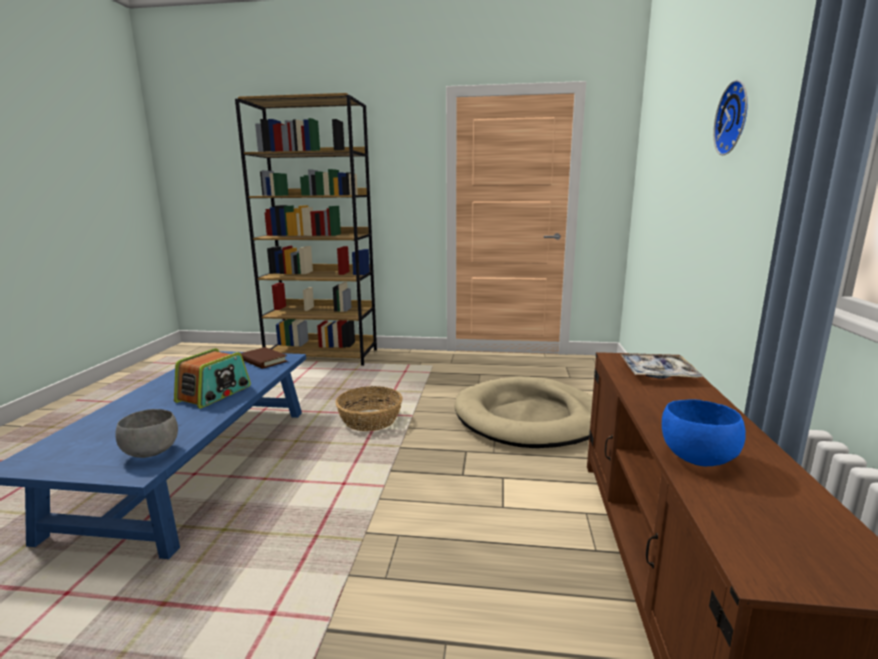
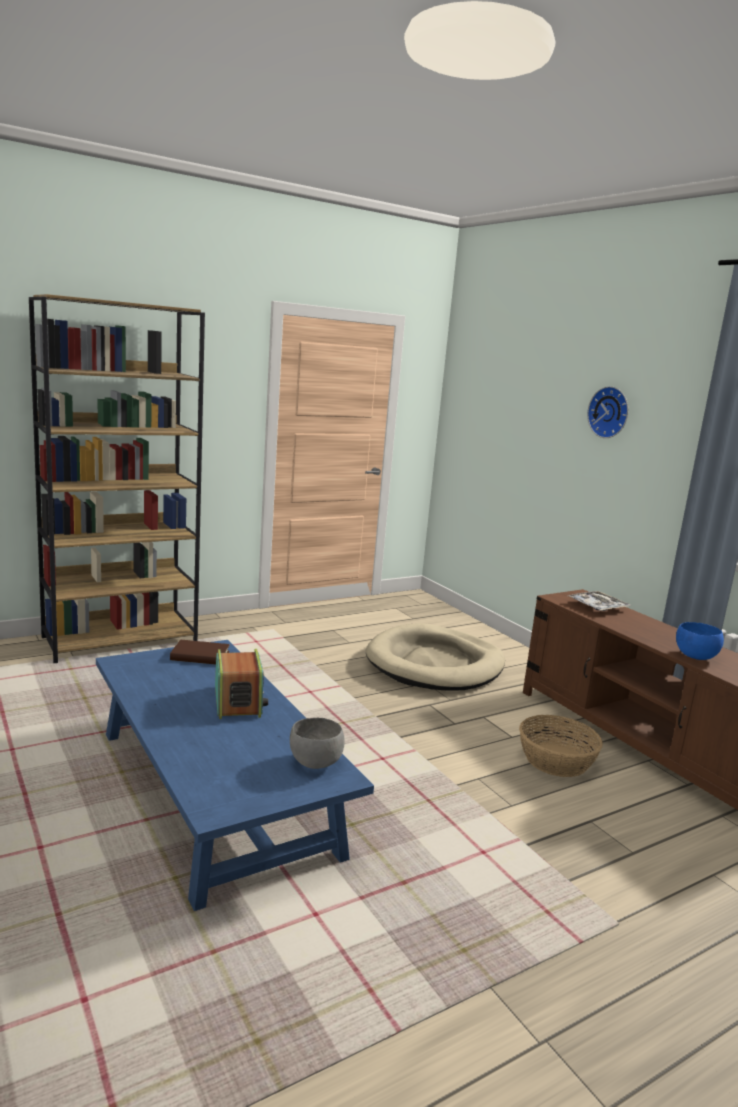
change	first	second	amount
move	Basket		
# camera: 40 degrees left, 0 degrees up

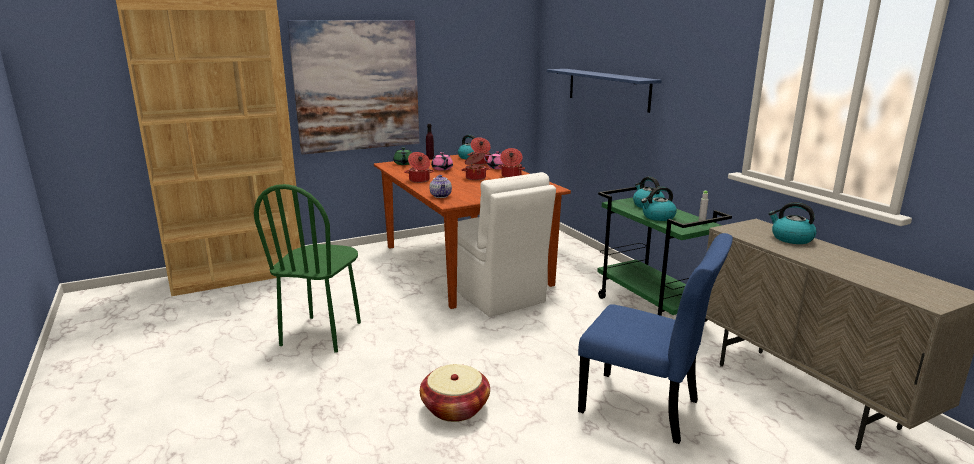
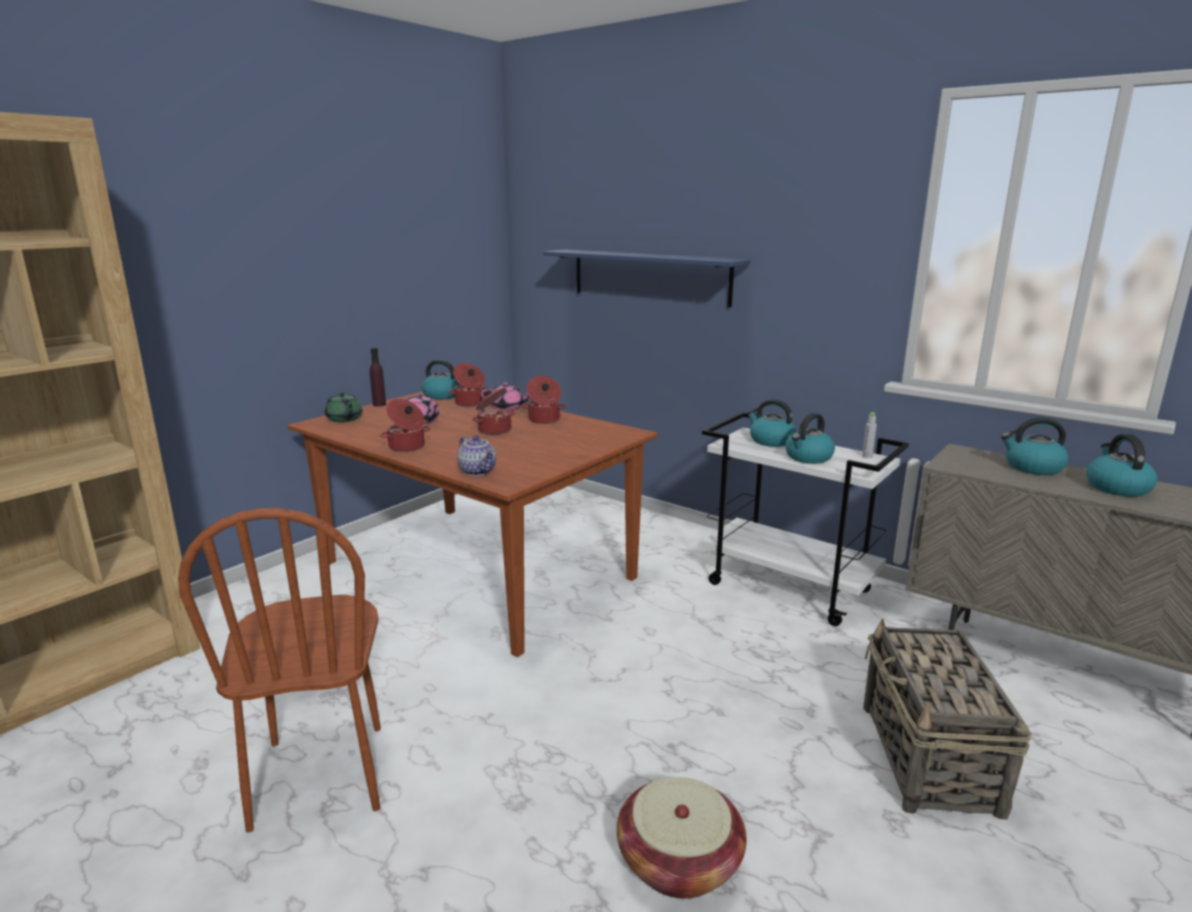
change	first	second	amount
delete	Picture		
delete	WhiteChair		
recolor	GreenChair	BrownChair	
recolor	GreenCart	WhiteCart	
replace	BlueChair	Basket (2nd from left)	
insert		Kettle (5th from left)	
# camera: 25 degrees left, 0 degrees up

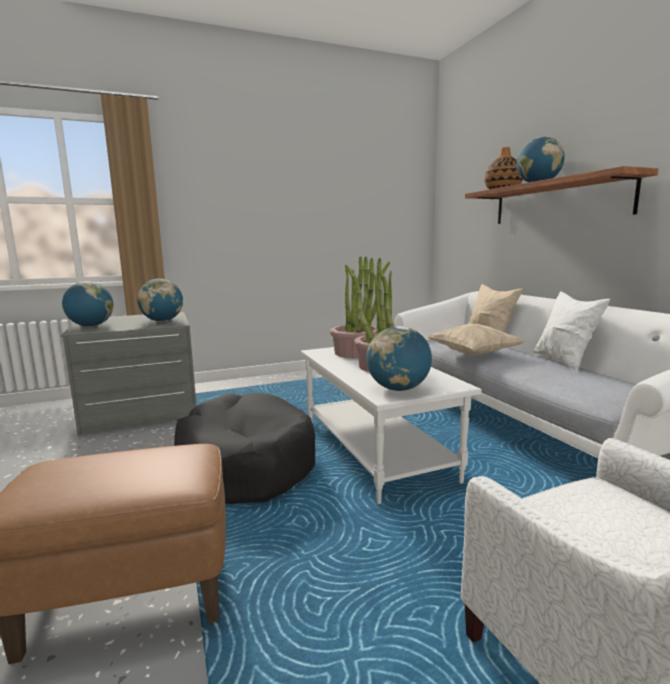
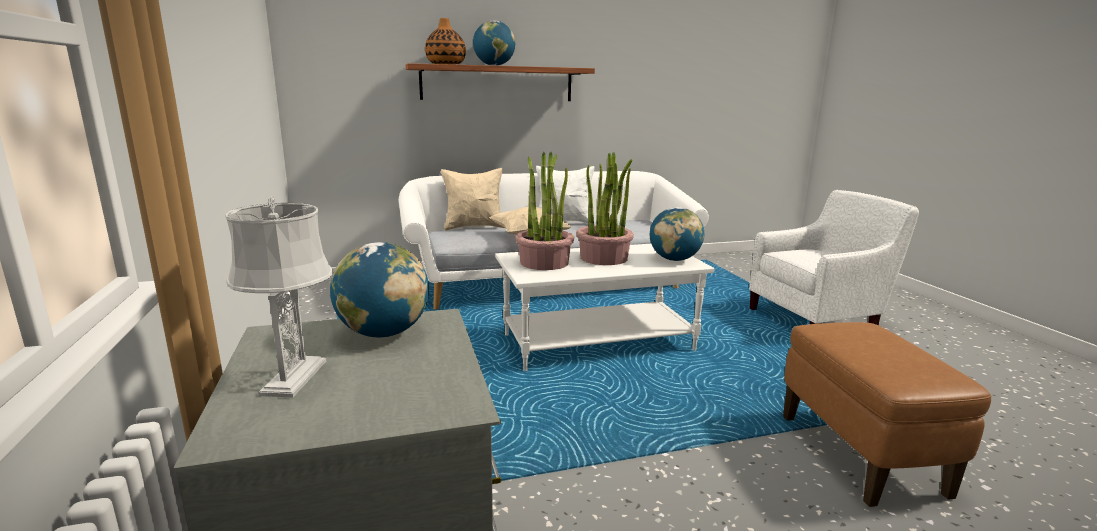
change	first	second	amount
delete	Globe (1st from left)		
delete	BlackDogBed		
insert		GreyTableLamp	
# camera: 85 degrees left, 5 degrees up

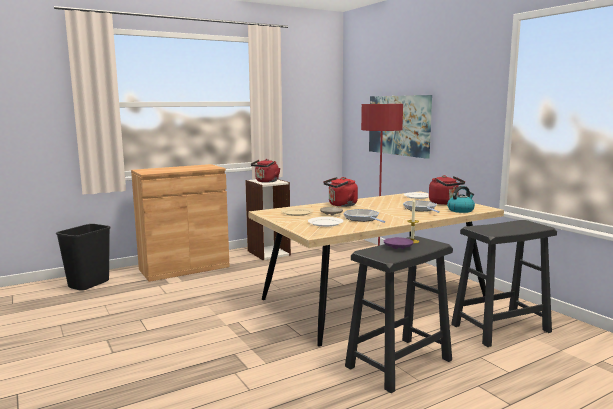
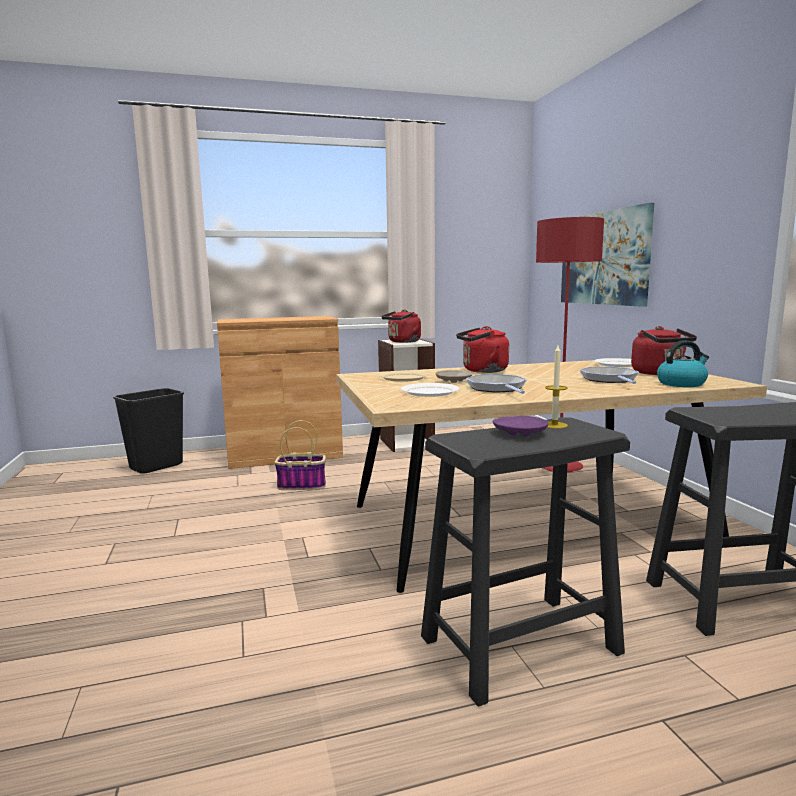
change	first	second	amount
insert		Basket	
# camera: 15 degrees right, 0 degrees up

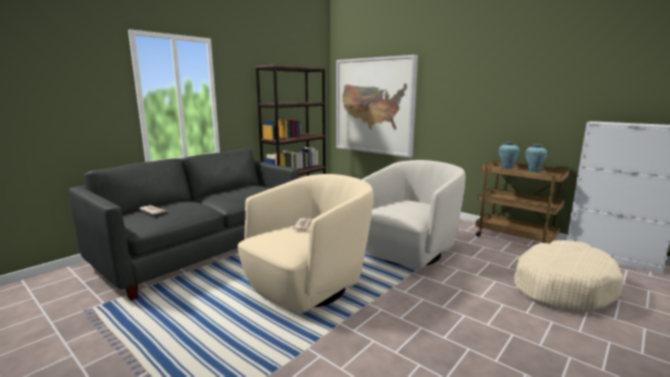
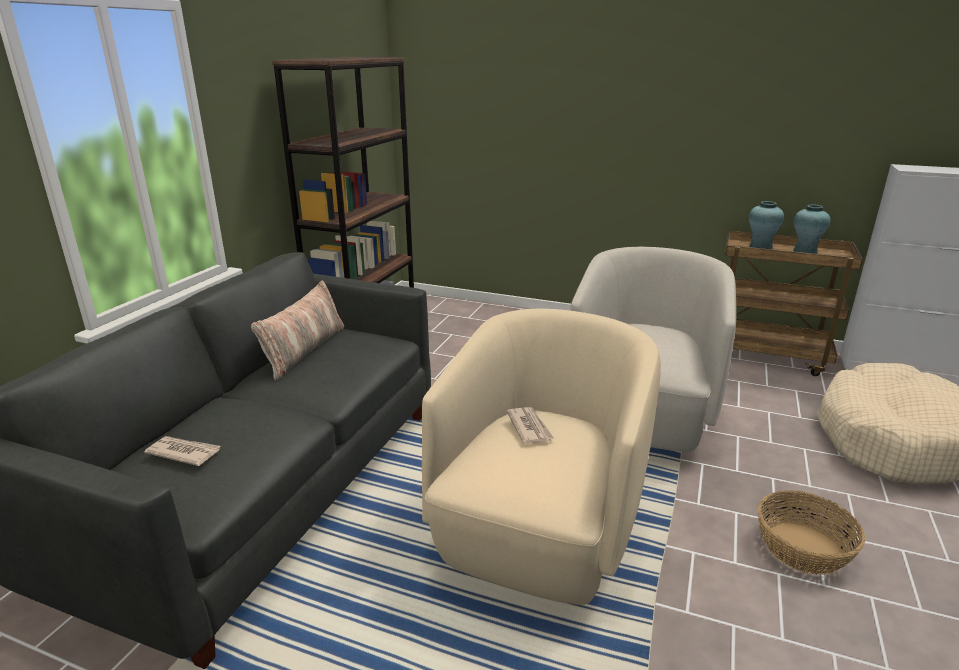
change	first	second	amount
delete	Picture		
insert		Pillow	
insert		Basket	
# camera: 20 degrees left, 10 degrees up

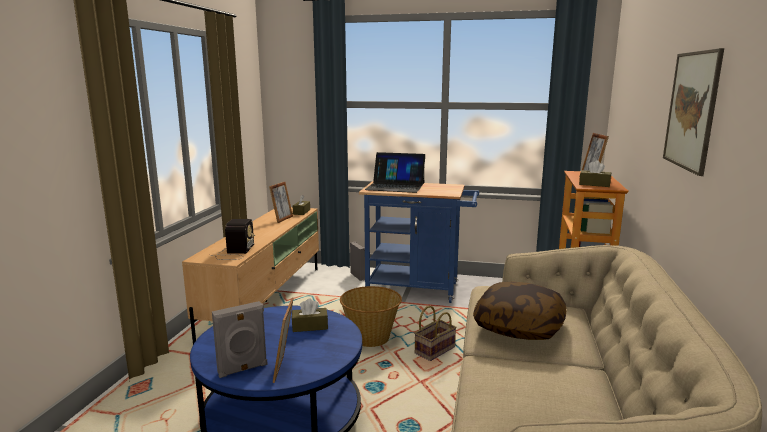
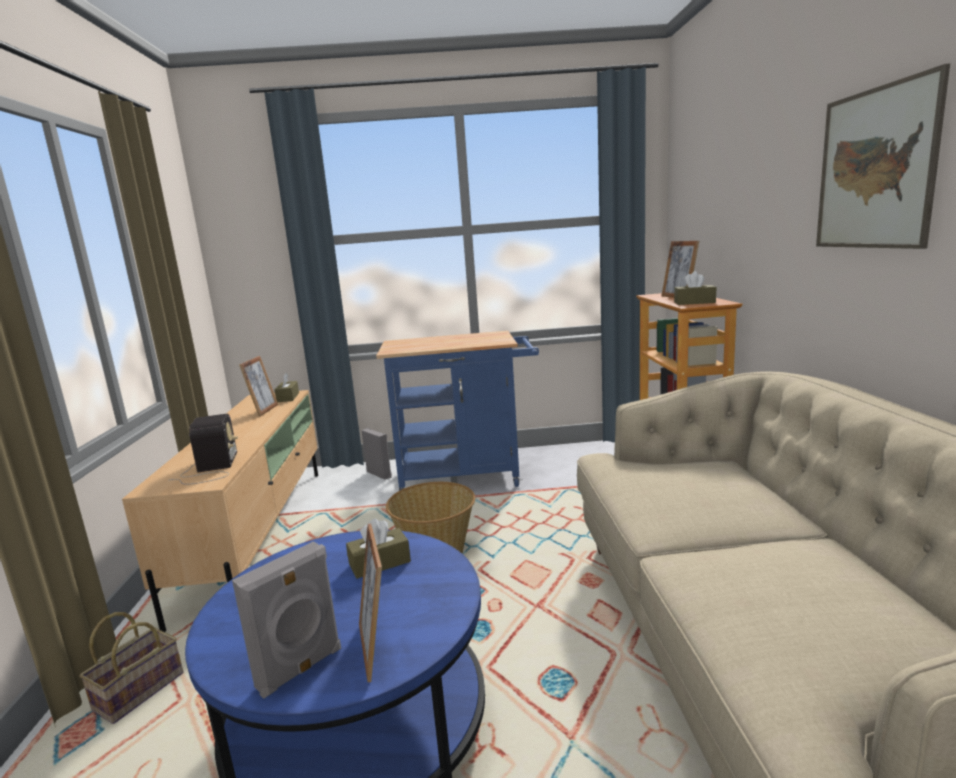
change	first	second	amount
delete	Laptop		
delete	Pillow		
move	Basket (2nd from left in the first image)	Basket (1st from left)	
# camera: 15 degrees left, 0 degrees up

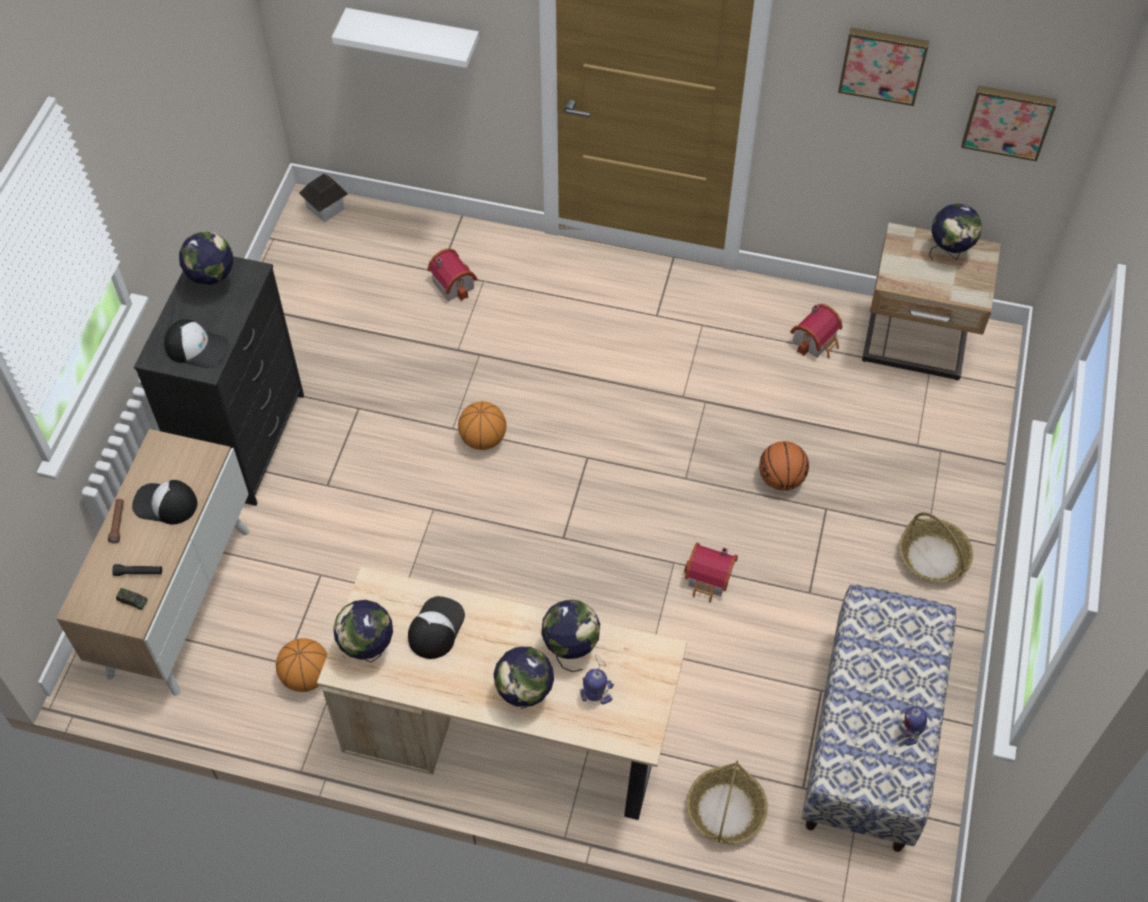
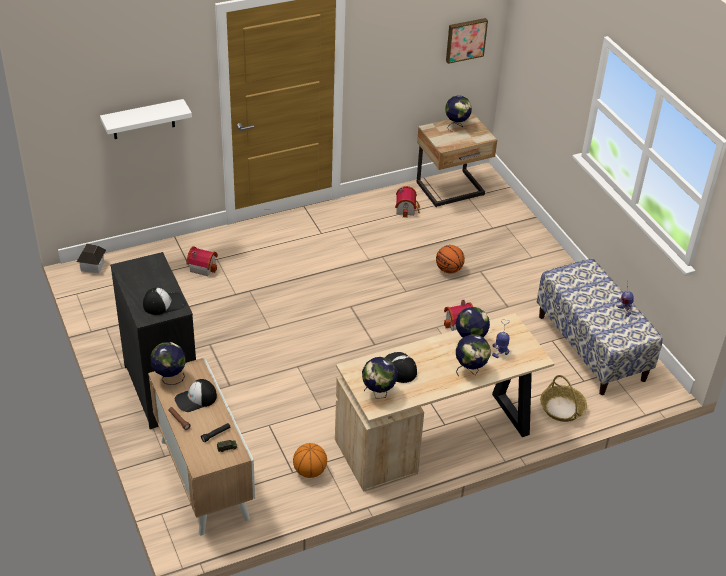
change	first	second	amount
delete	Picture (1st from left)		
move	Globe (1st from left)		
delete	Basketball (2nd from left)		
delete	Basket (2nd from left)		
# camera: 40 degrees left, 15 degrees down

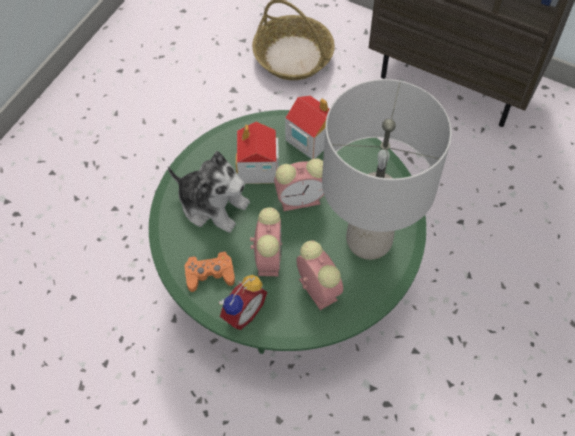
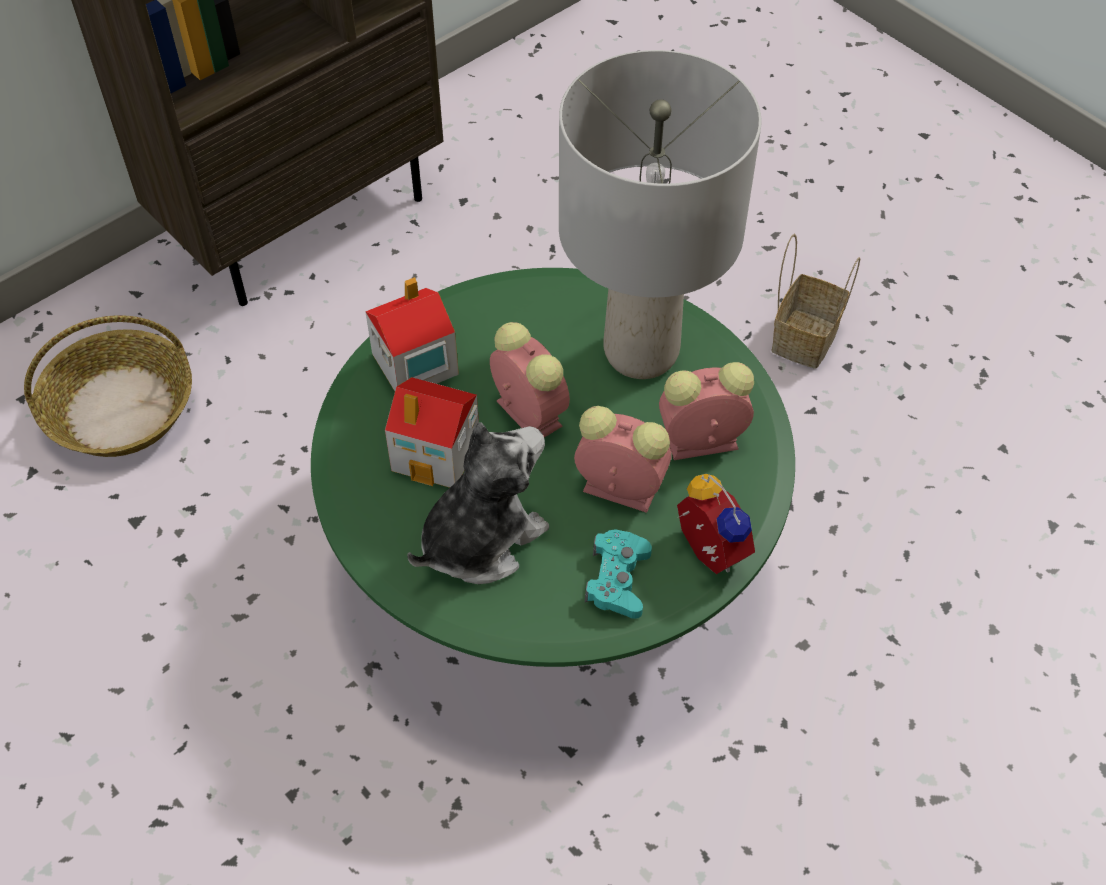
change	first	second	amount
rotate	AlarmClock (3rd from left in the first image)	AlarmClock (1st from left)	45 degrees counterclockwise
recolor	OrangeGameController	TurquoiseGameController	
insert		Basket (2nd from left)	
# camera: 70 degrees left, 5 degrees down

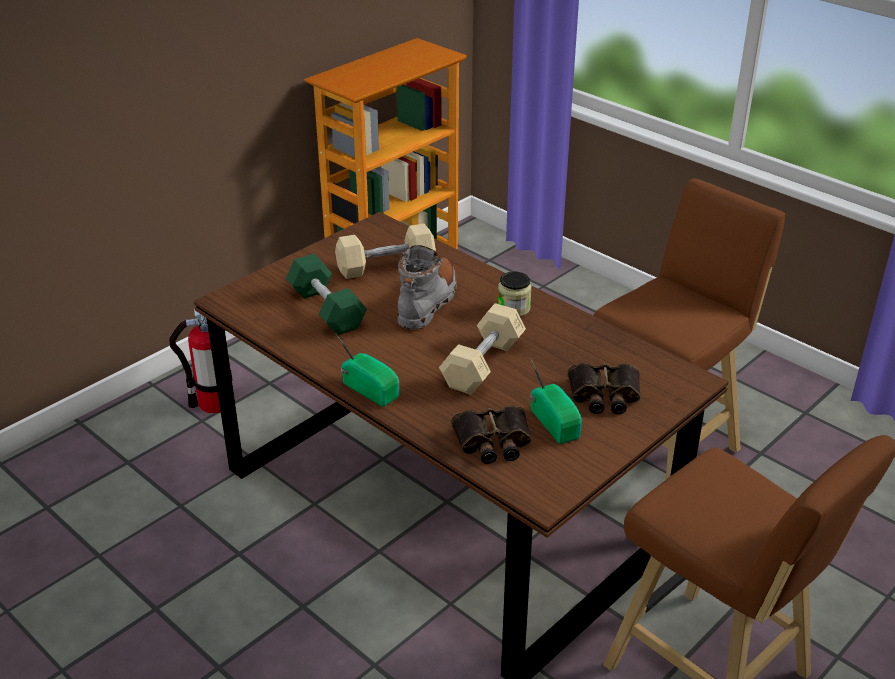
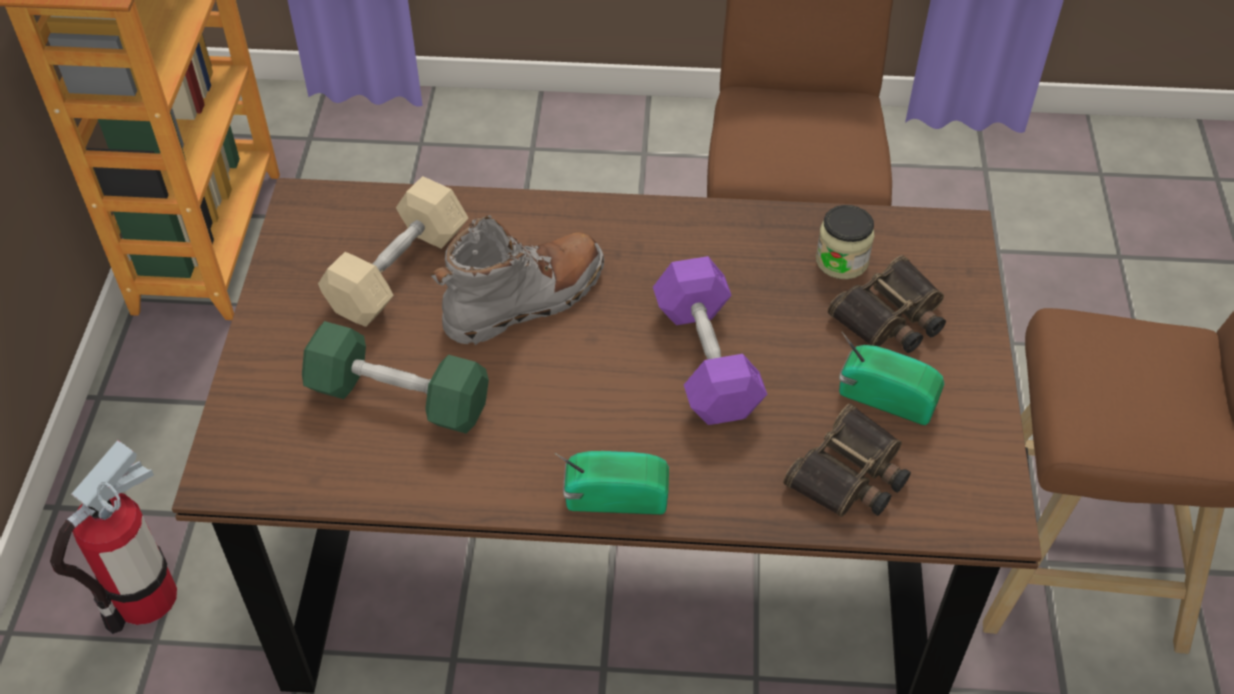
change	first	second	amount
rotate	GreyBoot		75 degrees clockwise
move	Jar		
recolor	BeigeDumbbell (2nd from left)	PurpleDumbbell	
# camera: 40 degrees left, 15 degrees up

